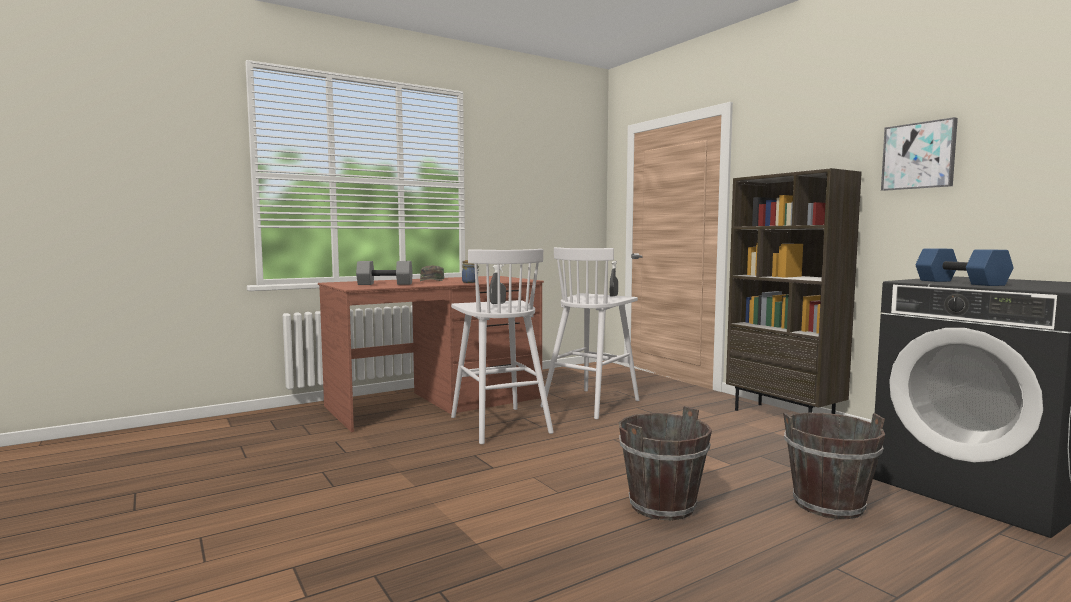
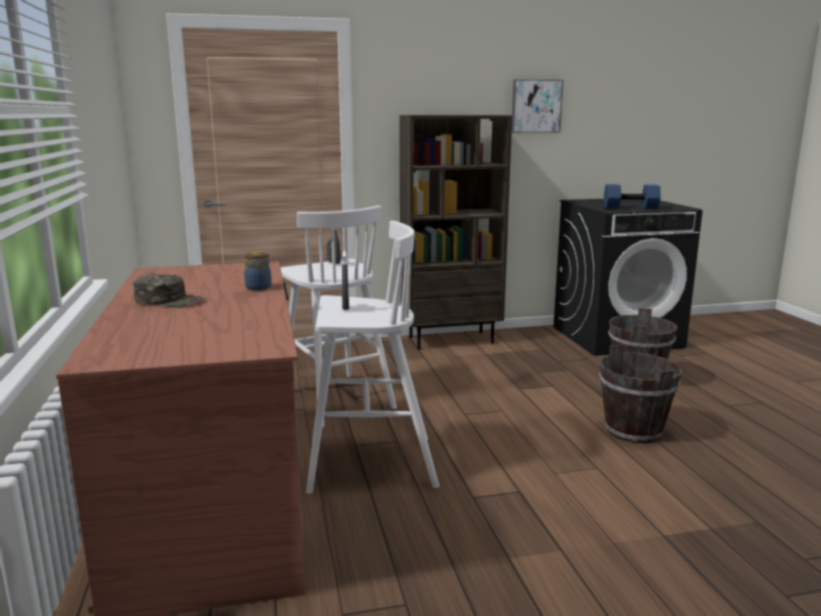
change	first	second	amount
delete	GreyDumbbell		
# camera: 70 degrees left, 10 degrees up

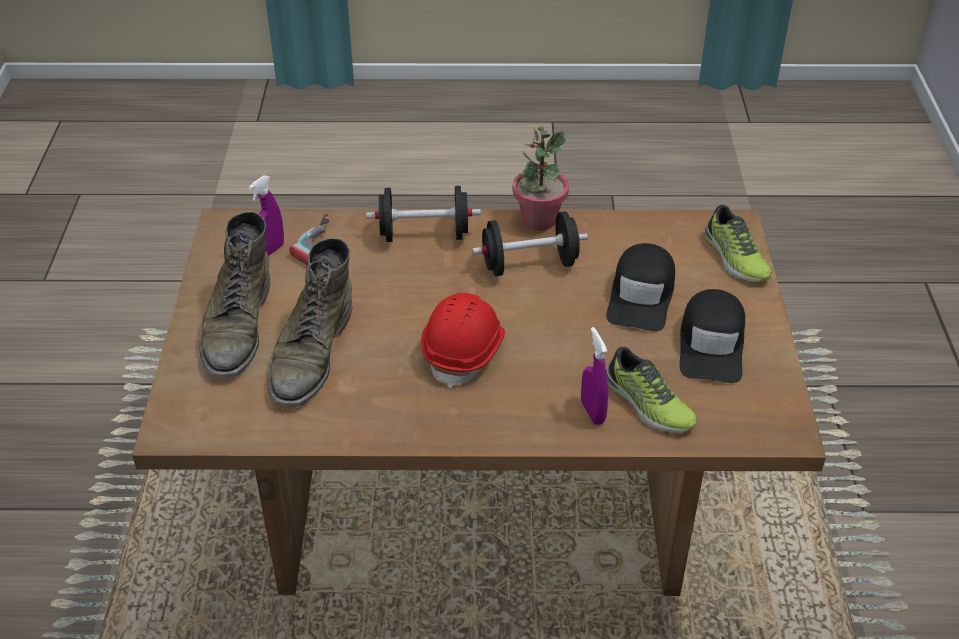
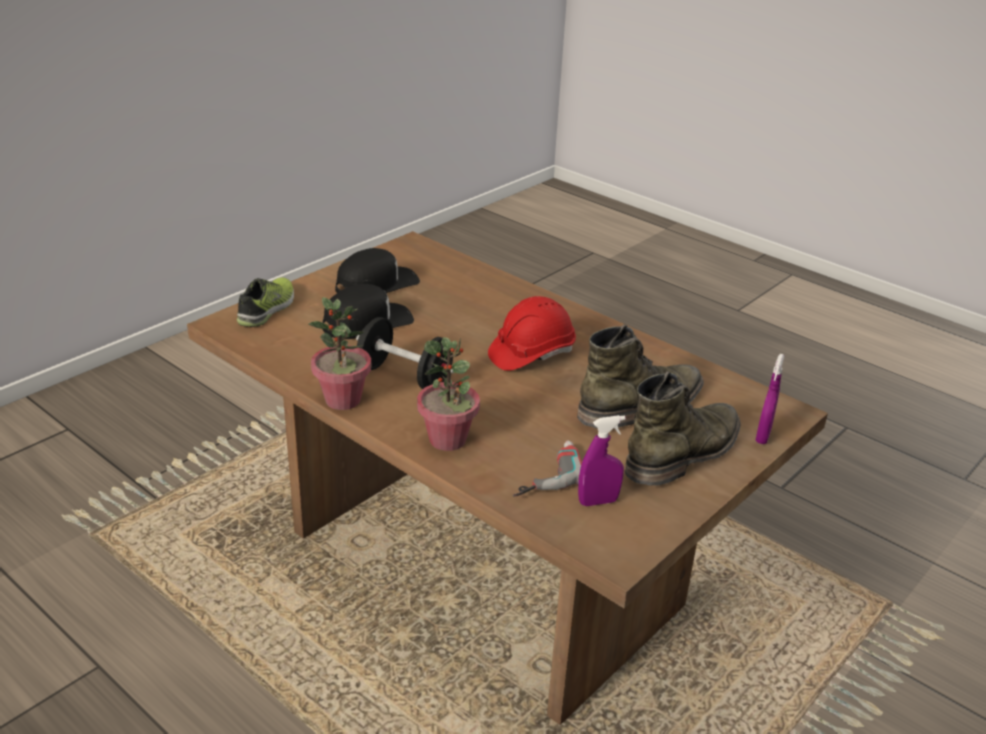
change	first	second	amount
replace	BlackDumbbell (1st from left)	PottedPlant (2nd from left)	
move	PurpleSprayBottle (2nd from left)		
delete	Shoe (1st from left)		
# camera: 140 degrees left, 10 degrees down

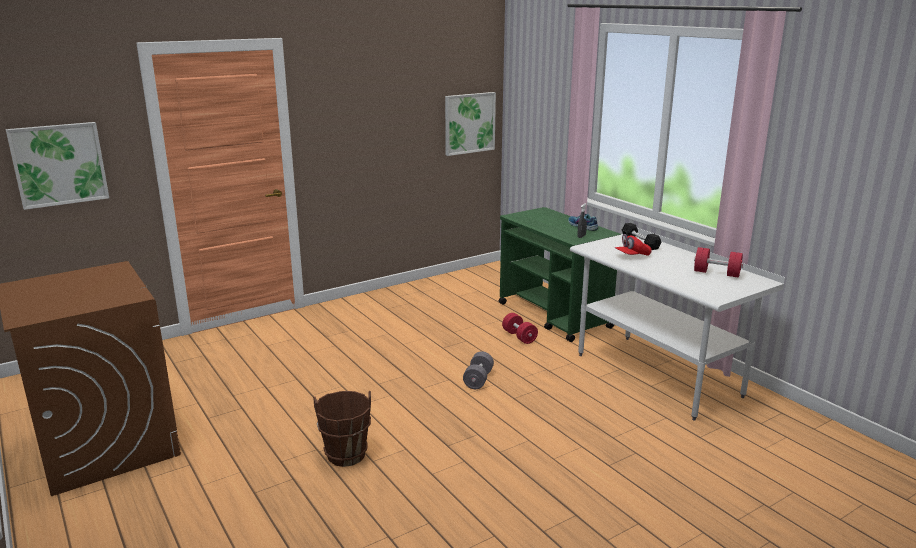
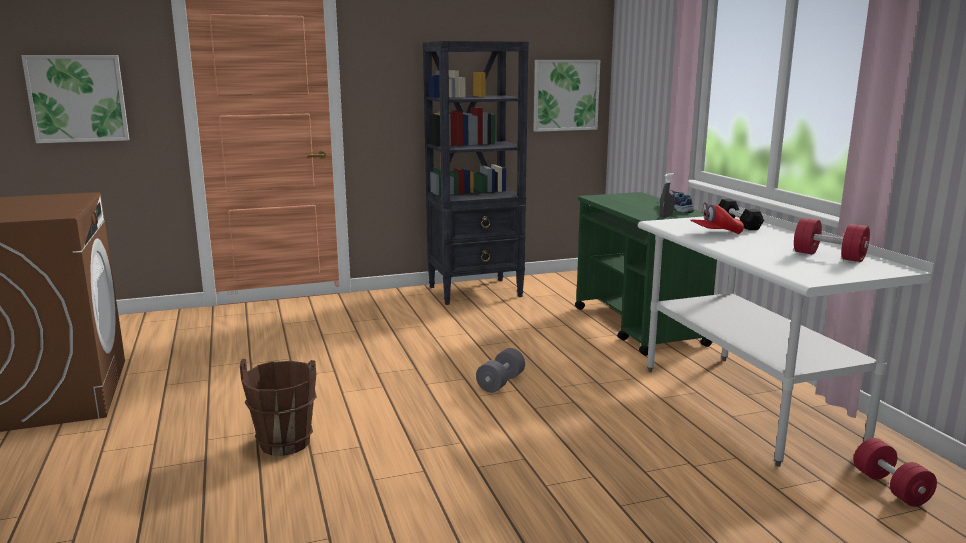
change	first	second	amount
move	RedDumbbell (1st from left in the first image)	RedDumbbell (2nd from left)	
insert		BlackBookcase	
# camera: 15 degrees right, 5 degrees down

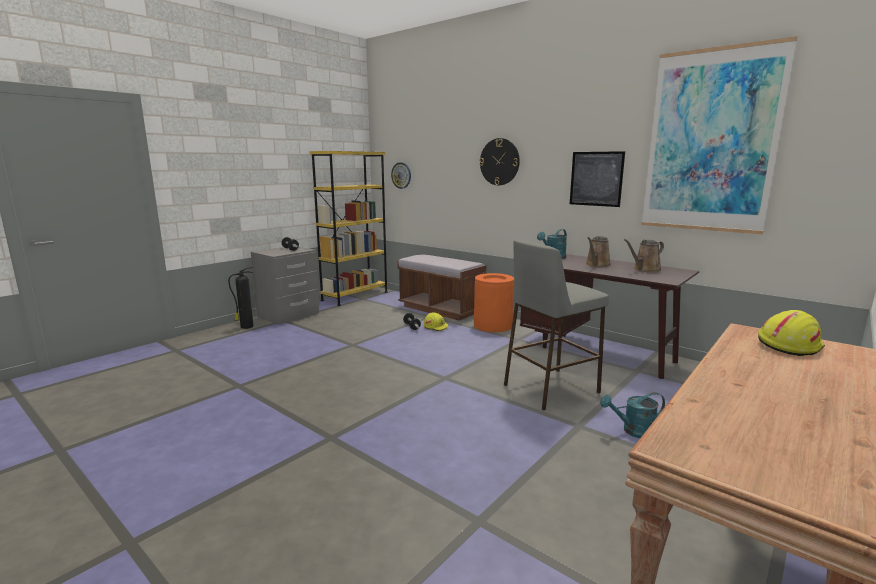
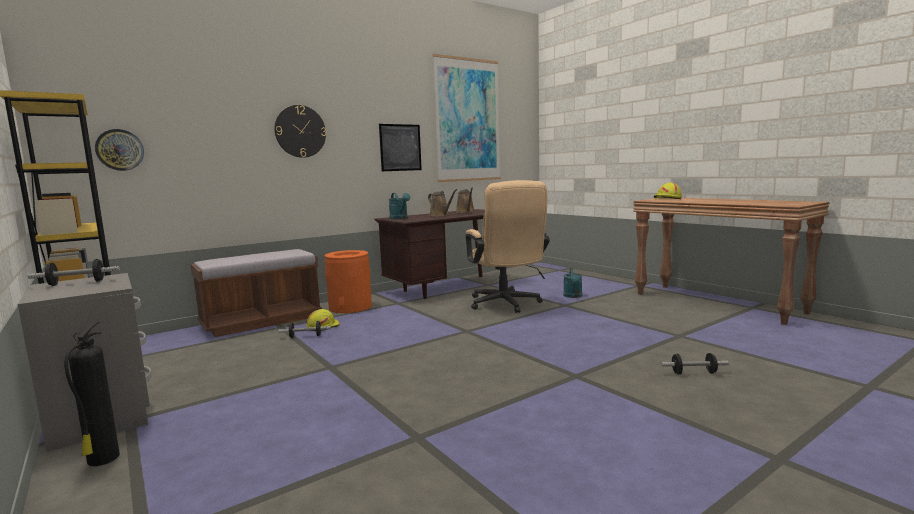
change	first	second	amount
replace	GreyStool	BeigeOfficeChair	
insert		Dumbbell (3rd from left)	
# camera: 75 degrees left, 5 degrees down

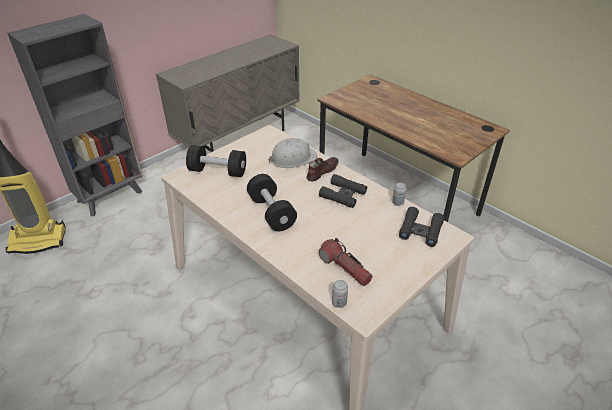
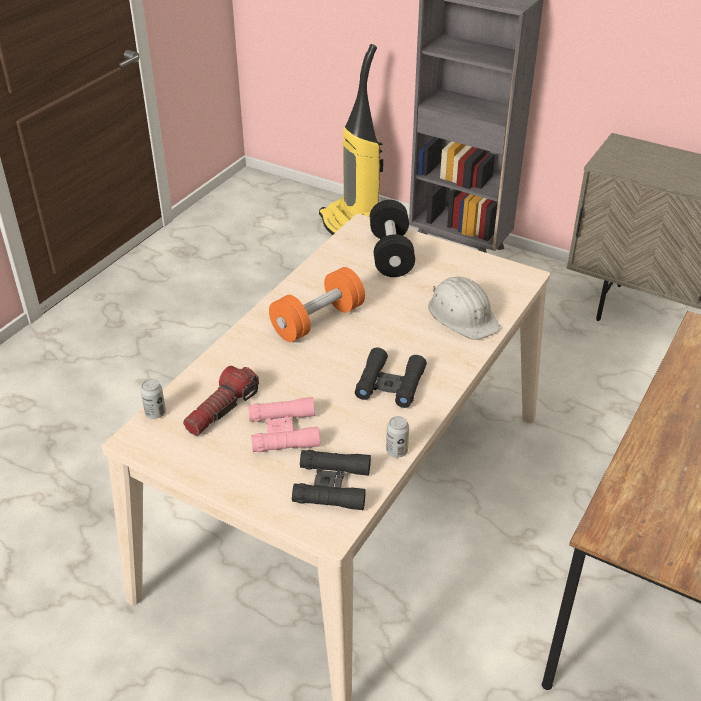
change	first	second	amount
delete	BrownShoe		
recolor	BlackDumbbell (2nd from left)	OrangeDumbbell	
insert		PinkBinoculars	
# camera: 75 degrees right, 0 degrees up

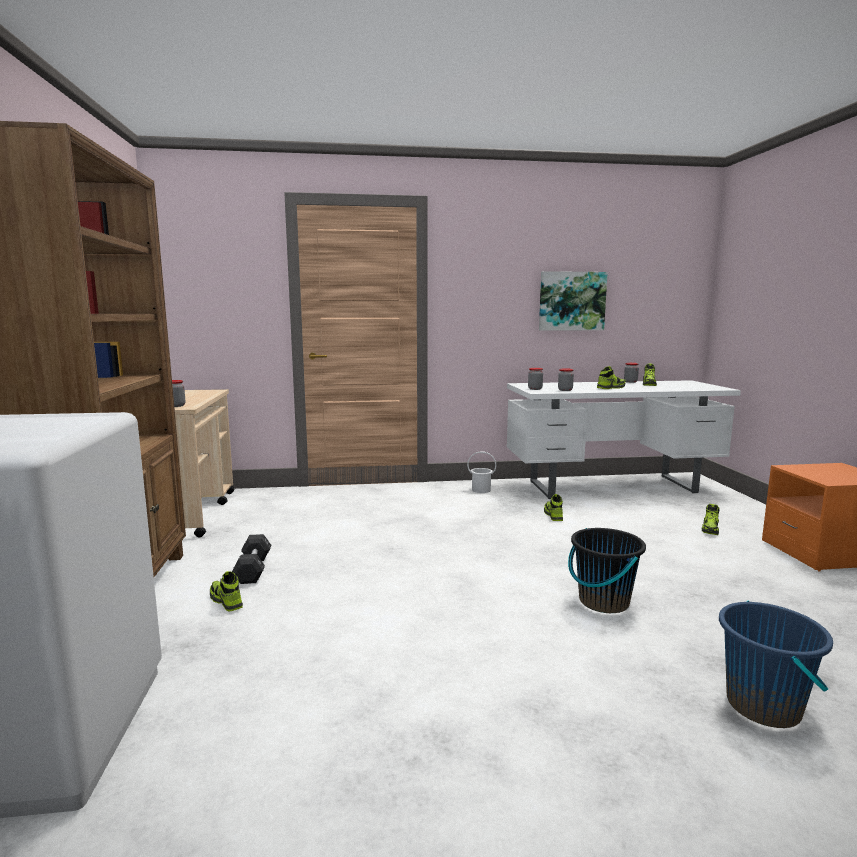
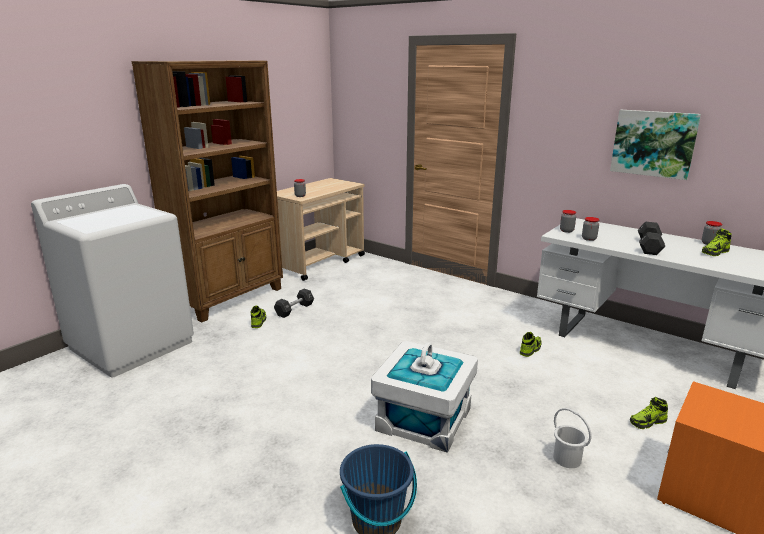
change	first	second	amount
replace	Shoe (3rd from left)	BlackDumbbell (2nd from left)	
move	WhiteBucket		
replace	BlackBucket	WhiteStorageBox	
# camera: 45 degrees right, 10 degrees up

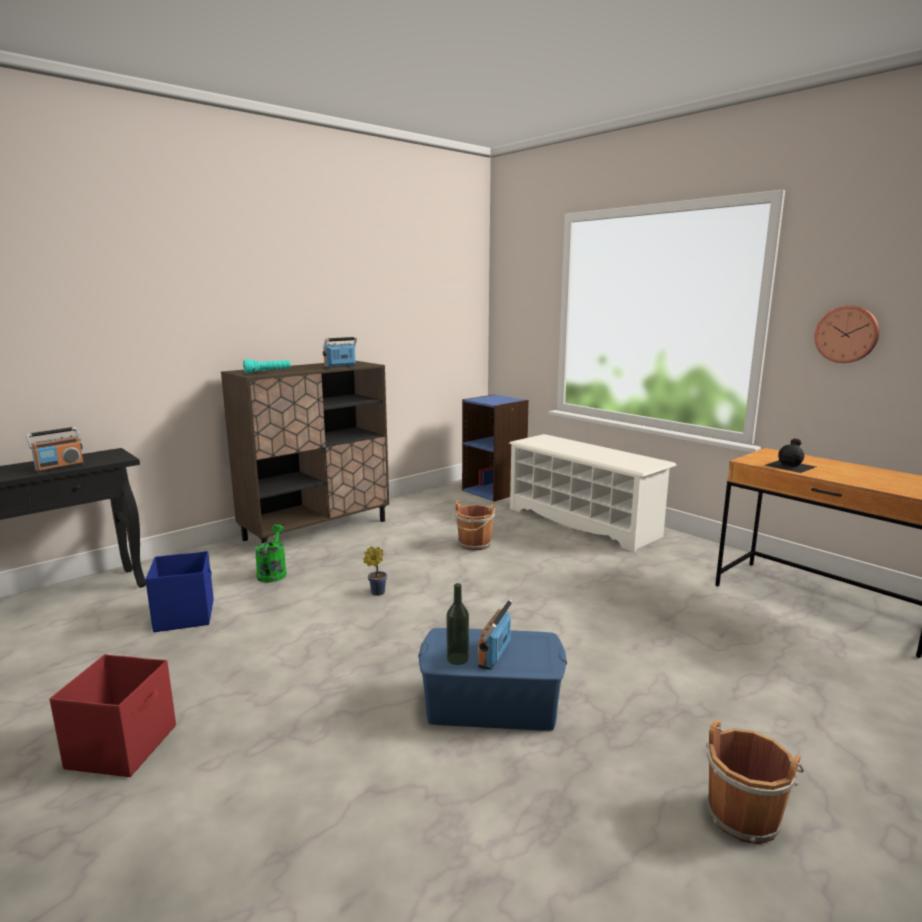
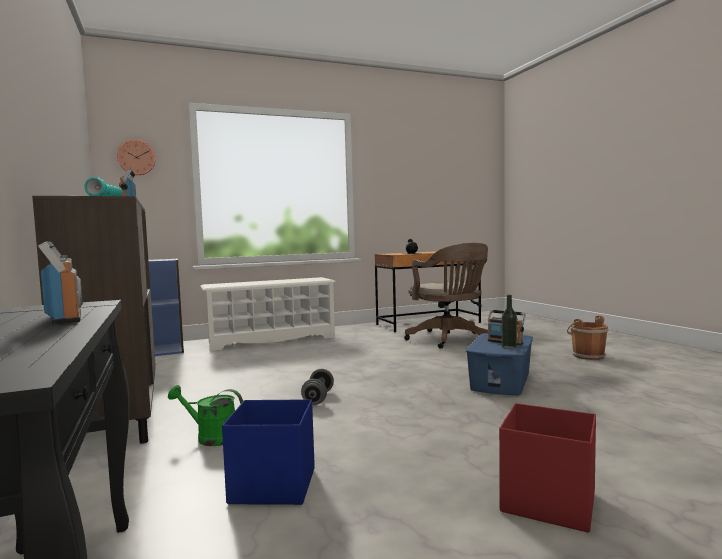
change	first	second	amount
move	WallClock		
delete	BrownBucket (1st from left)		
replace	PottedPlant	GreyDumbbell	
insert		BrownOfficeChair	
# camera: 70 degrees left, 10 degrees down

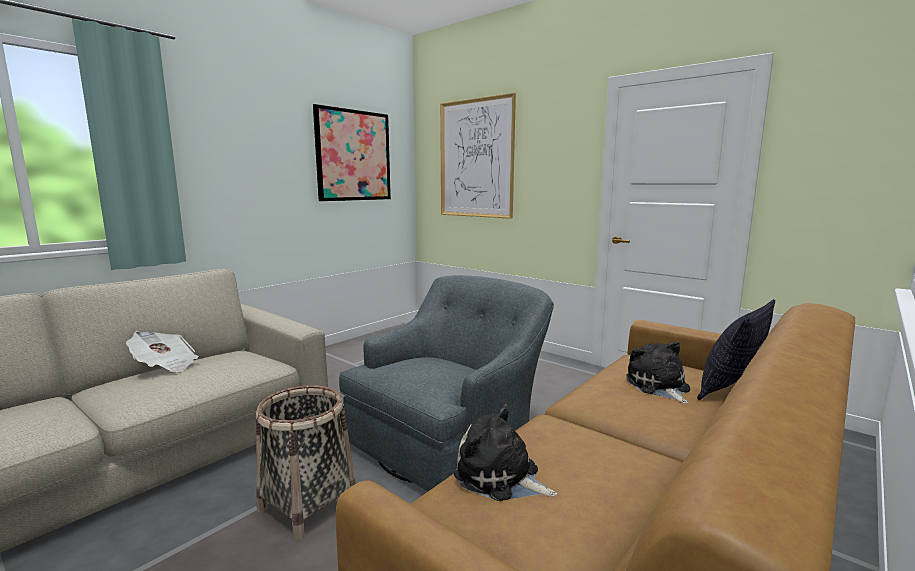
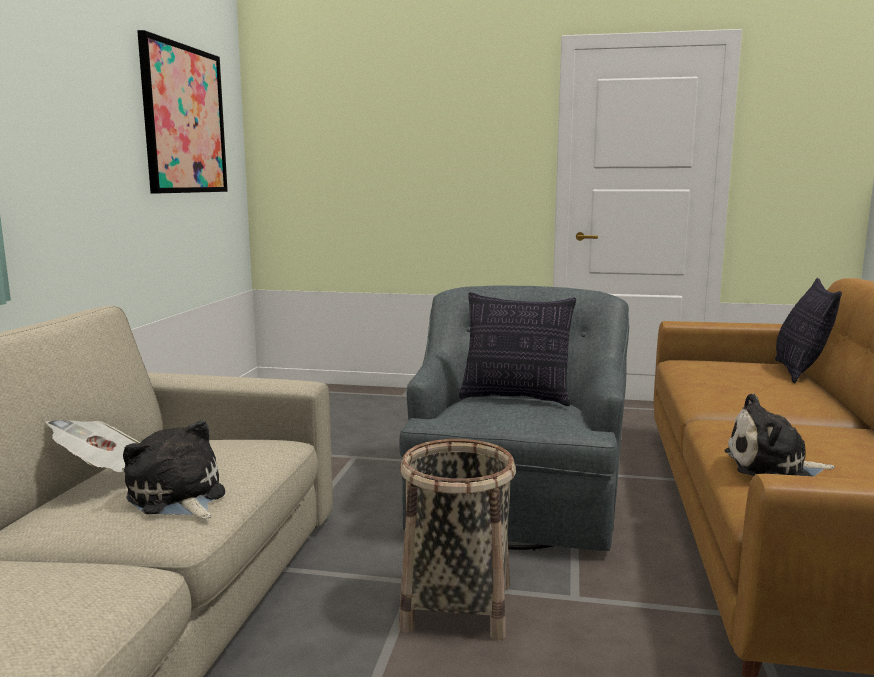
change	first	second	amount
delete	Picture (2nd from left)		
move	PlushToy (2nd from left in the first image)	PlushToy (1st from left)	
insert		Pillow (1st from left)	
# camera: 30 degrees left, 0 degrees up

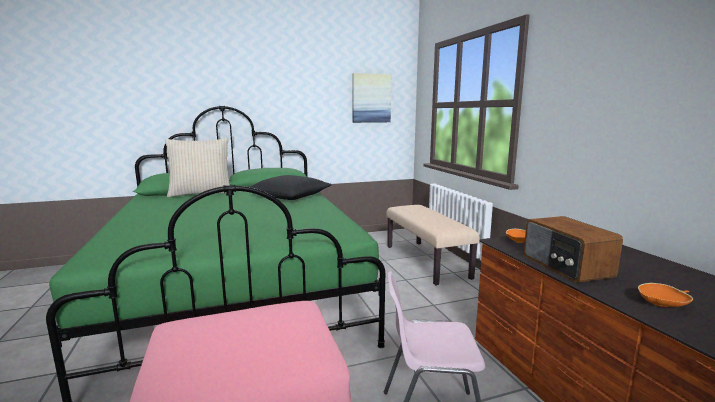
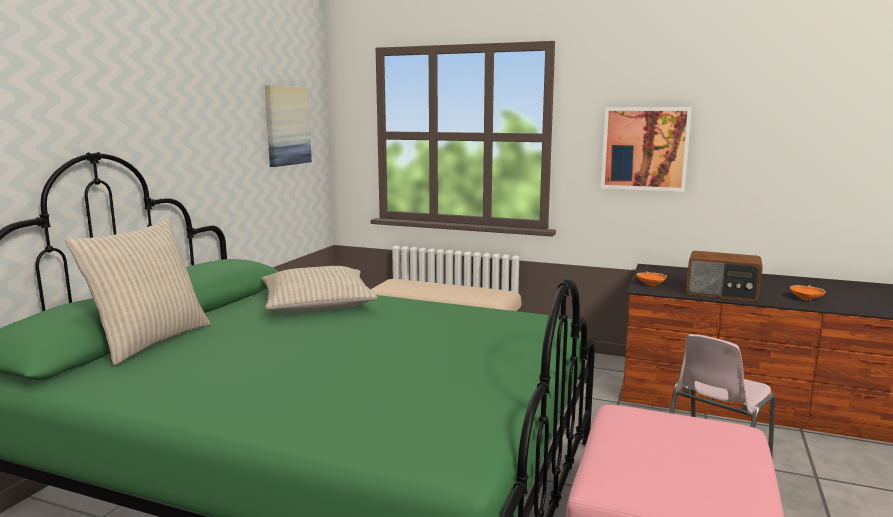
change	first	second	amount
recolor	BlackPillow	BeigePillow (2nd from left)	
insert		Picture (2nd from left)	
# camera: 50 degrees left, 0 degrees up

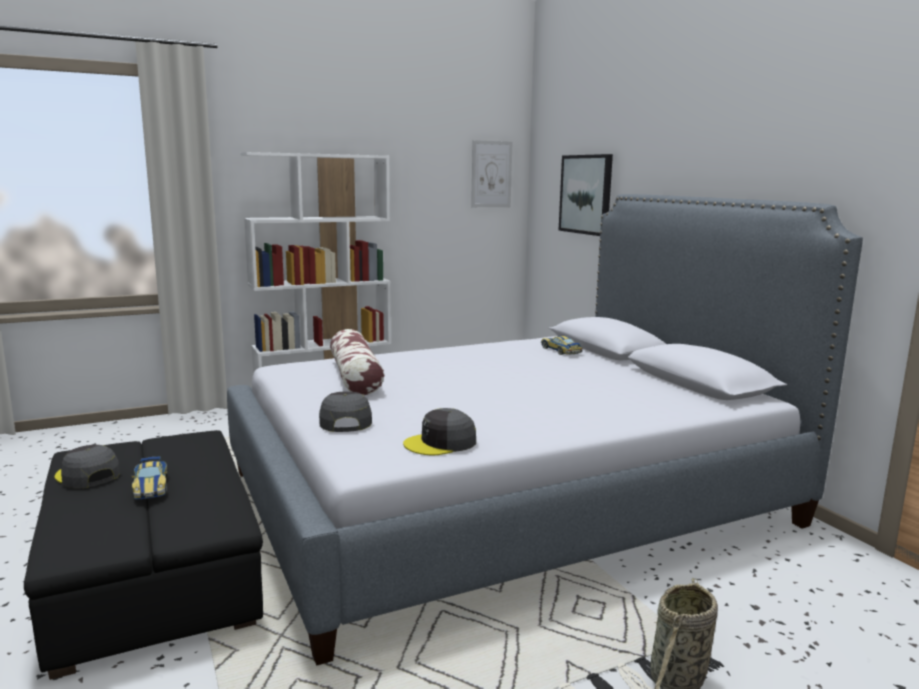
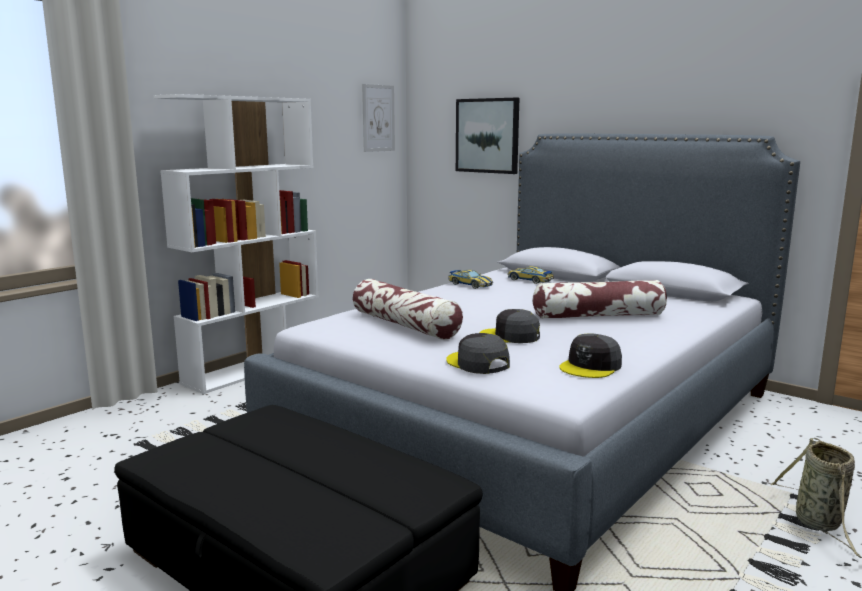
change	first	second	amount
move	GreyCap (1st from left in the first image)	GreyCap (2nd from left)	
move	ToyCar (1st from left)		
insert		Pillow (2nd from left)	
# camera: 25 degrees left, 0 degrees up

